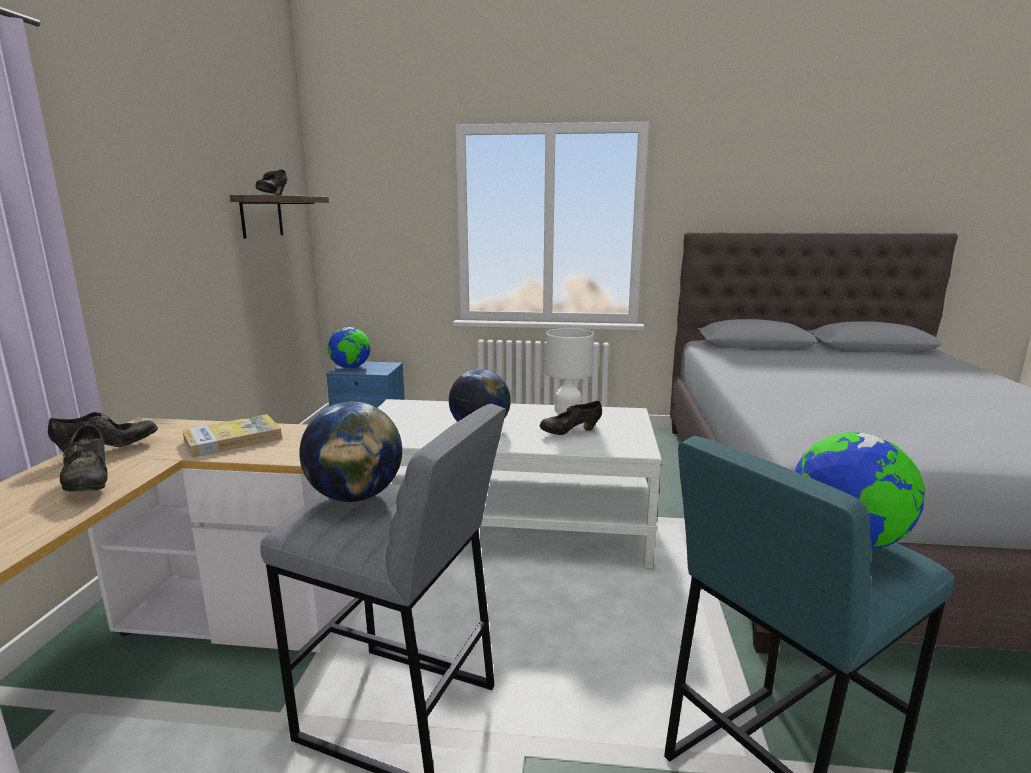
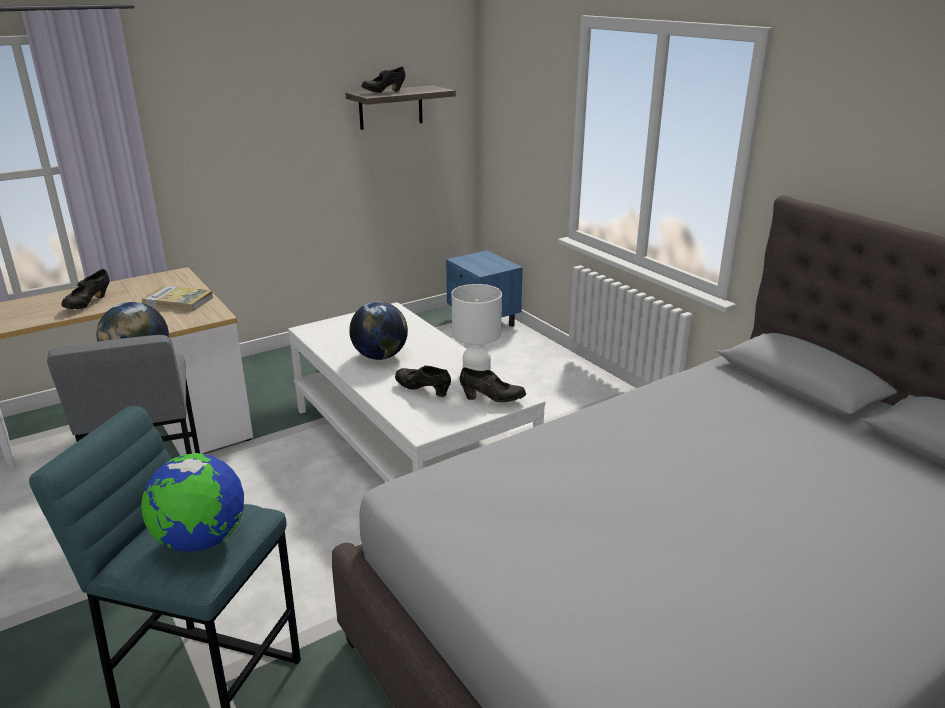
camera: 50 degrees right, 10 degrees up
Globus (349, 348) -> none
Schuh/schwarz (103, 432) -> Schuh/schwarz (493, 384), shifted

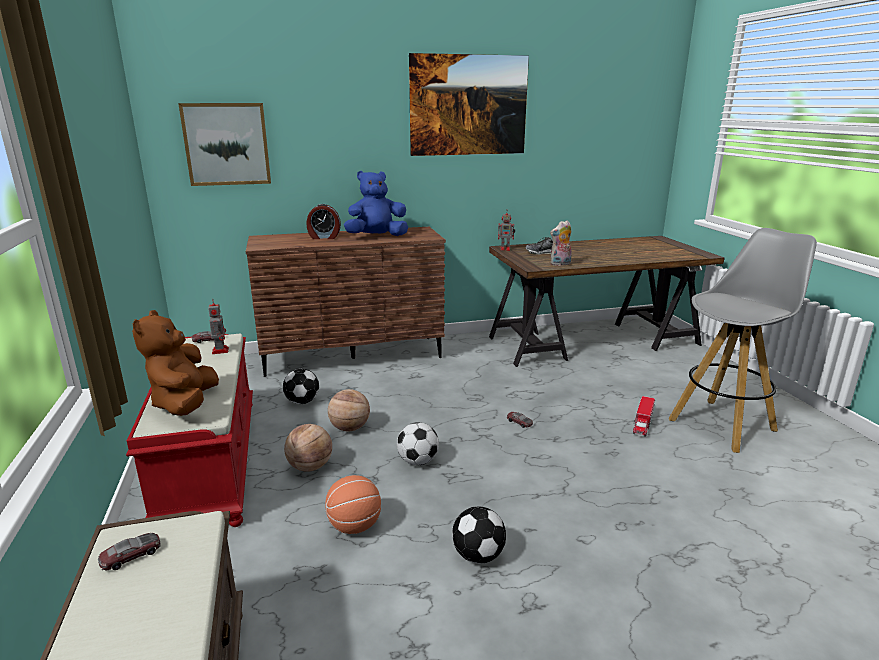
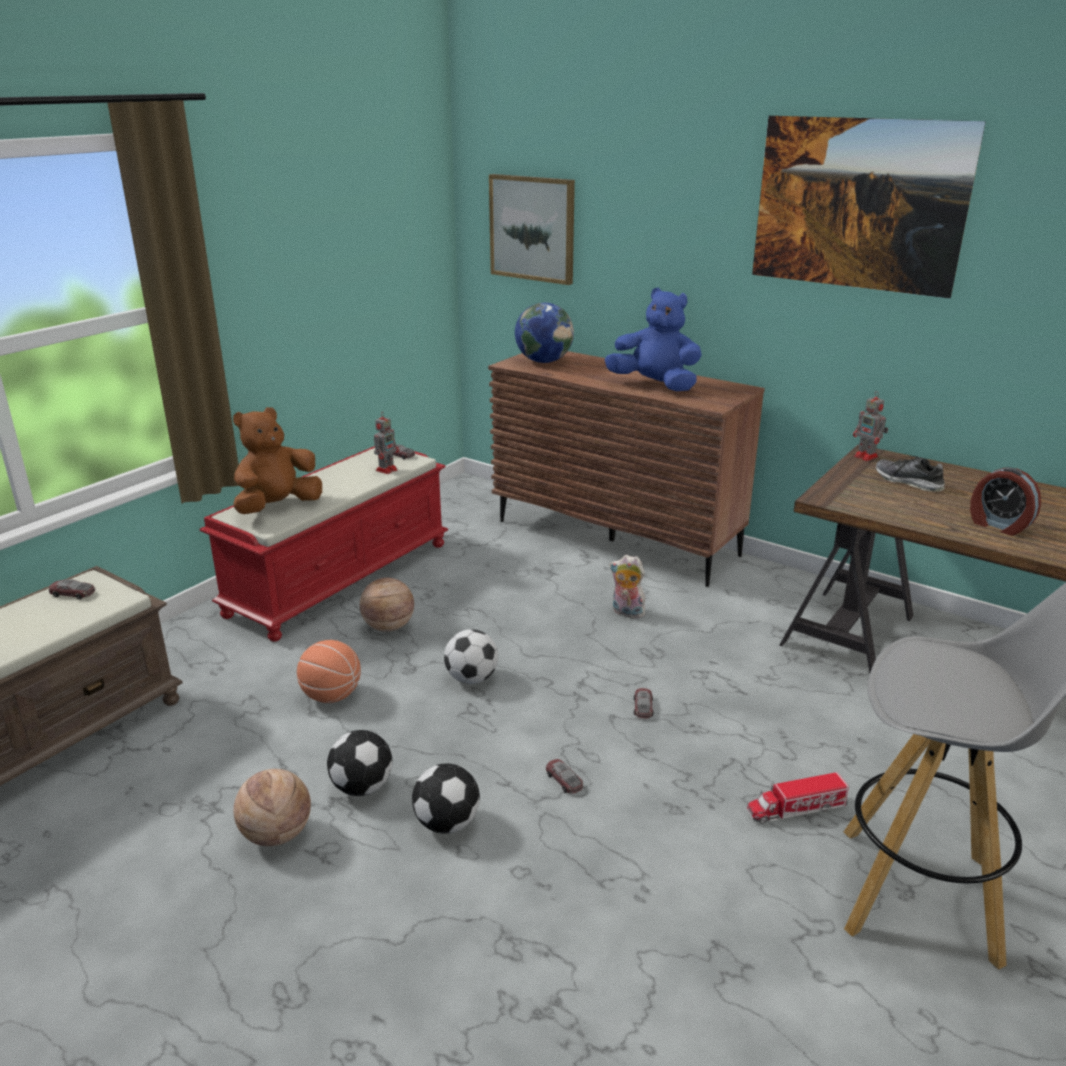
camera: 50 degrees right, 5 degrees up
Wecker (324, 221) -> Wecker (1005, 501), shifted
Plüschtier (561, 243) -> Plüschtier (627, 586), shifted
Fußball (301, 386) -> Fußball (446, 798), shifted
Basketball (349, 410) -> Basketball (272, 807), shifted
none -> Globus (544, 332)
none -> Spielzeugauto (565, 776)

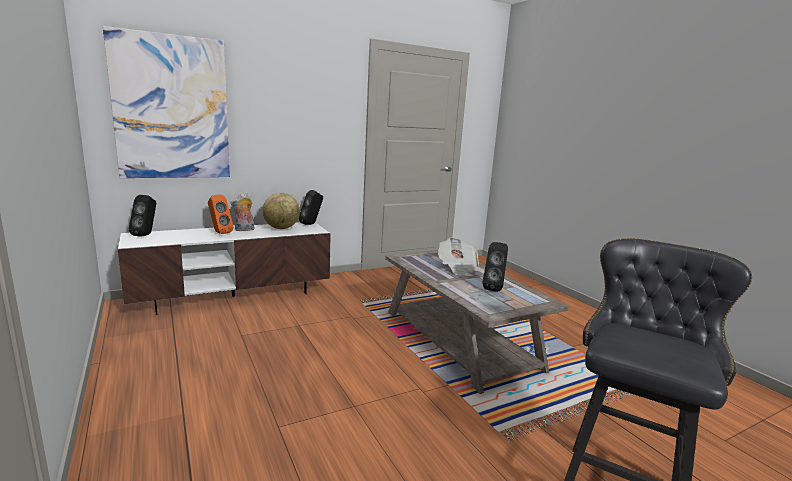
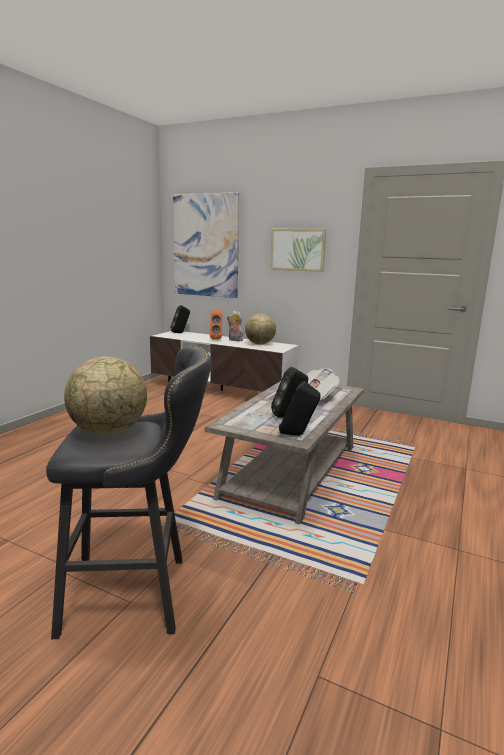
camera: 55 degrees right, 0 degrees up
Lautsprecher/schwarz (311, 207) -> Lautsprecher/schwarz (299, 408), shifted
none -> Bild (298, 250)
none -> Globus (105, 395)

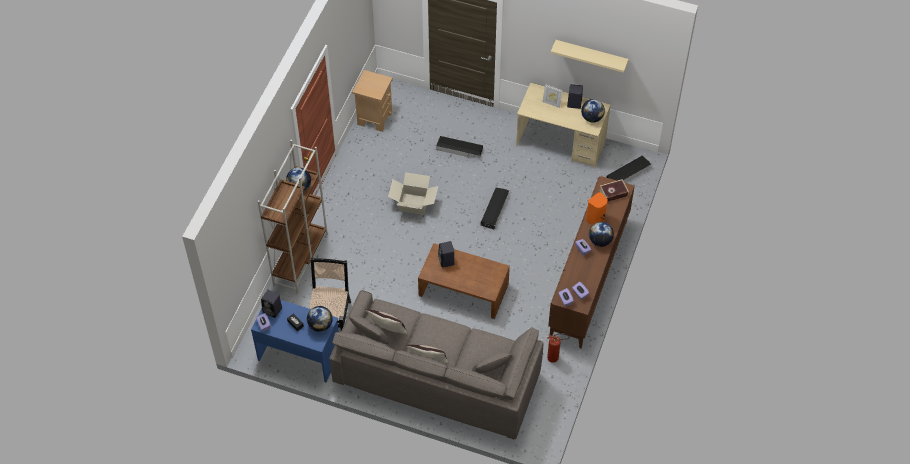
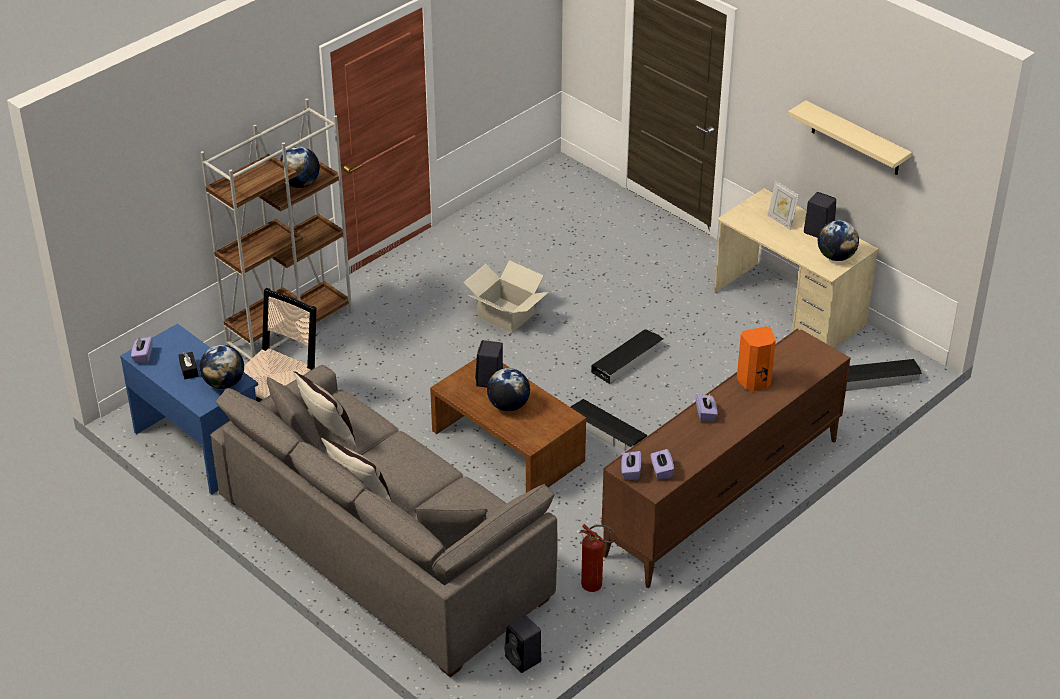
camera: 25 degrees right, 15 degrees down
Nachttisch/beige (372, 101) -> none
Aufbewahrungsbox/schwarz (459, 147) -> Aufbewahrungsbox/schwarz (609, 425), shifted
Buch (614, 190) -> none
Globus (601, 234) -> Globus (508, 389), shifted
Lautsprecher/schwarz (271, 304) -> Lautsprecher/schwarz (522, 644), shifted

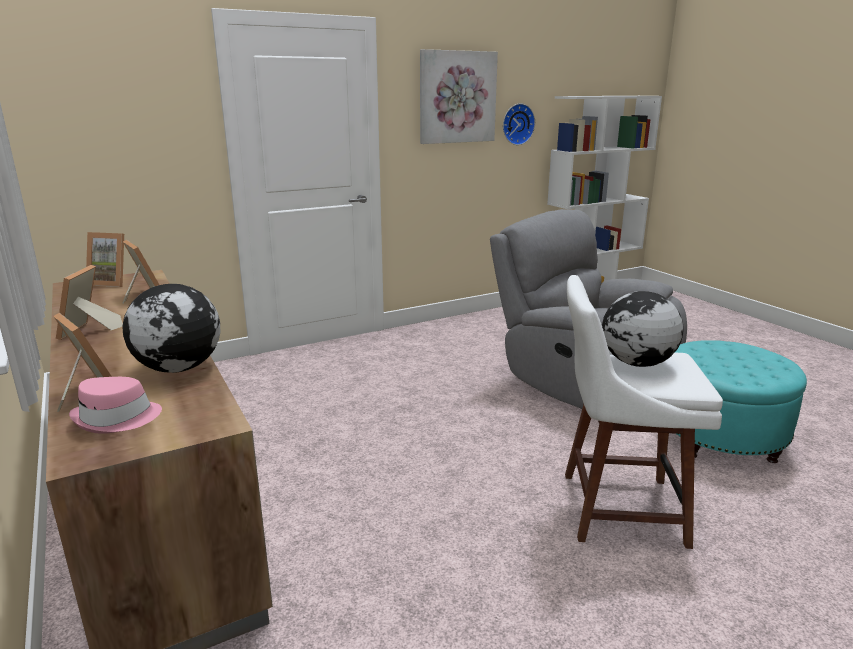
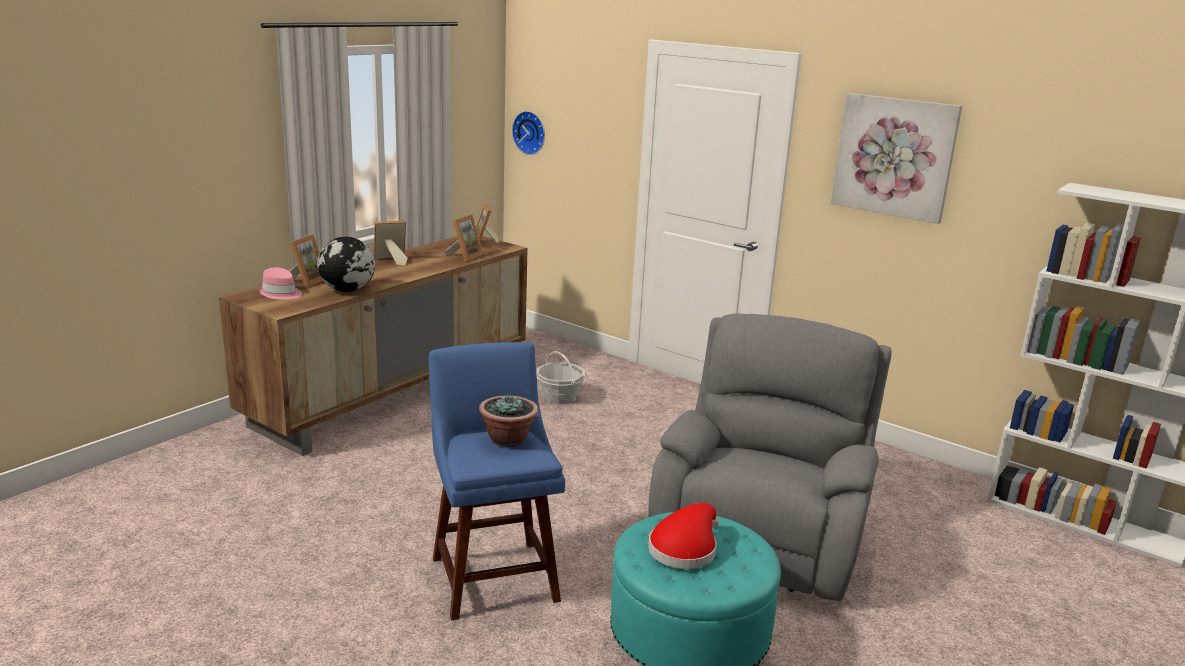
camera: 65 degrees right, 0 degrees up
Wanduhr (519, 124) -> Wanduhr (528, 133), shifted
Hocker/weiß (644, 412) -> Hocker/blau (497, 481)
Globus (643, 329) -> Topfpflanze (509, 420)
none -> Korb (560, 377)
none -> Hut/rot (683, 536)

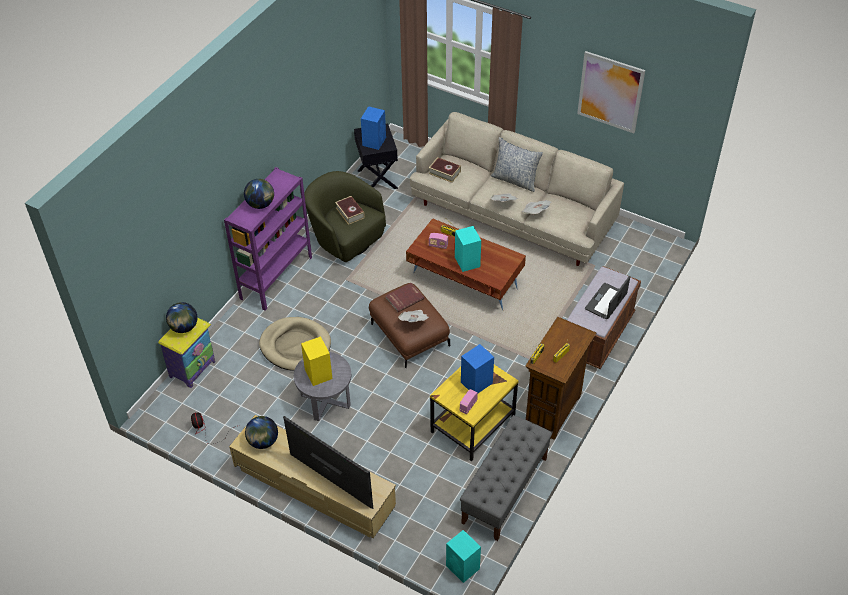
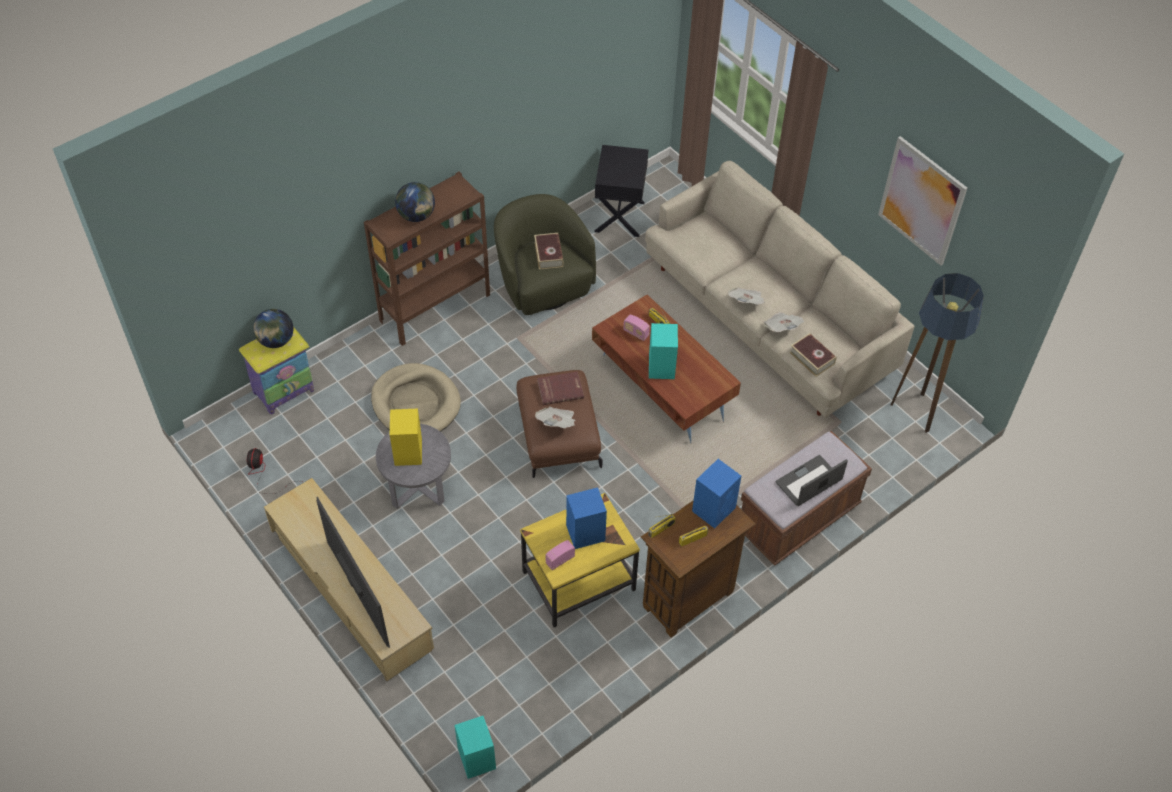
camera: 20 degrees right, 5 degrees up
Lautsprecher/blau (373, 128) -> Lautsprecher/blau (716, 494), shifted
Kissen (517, 164) -> none
Buch (445, 170) -> Buch (812, 355), shifted
Bücherregal/lila (268, 239) -> Bücherregal/braun (427, 259)
Bank/grau (506, 478) -> none
Globus (261, 432) -> none
none -> Stehlampe (937, 353)

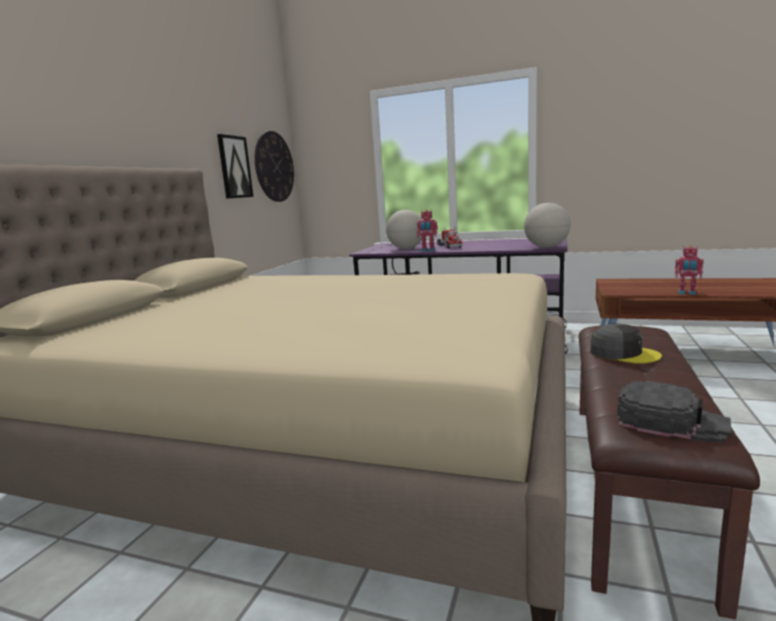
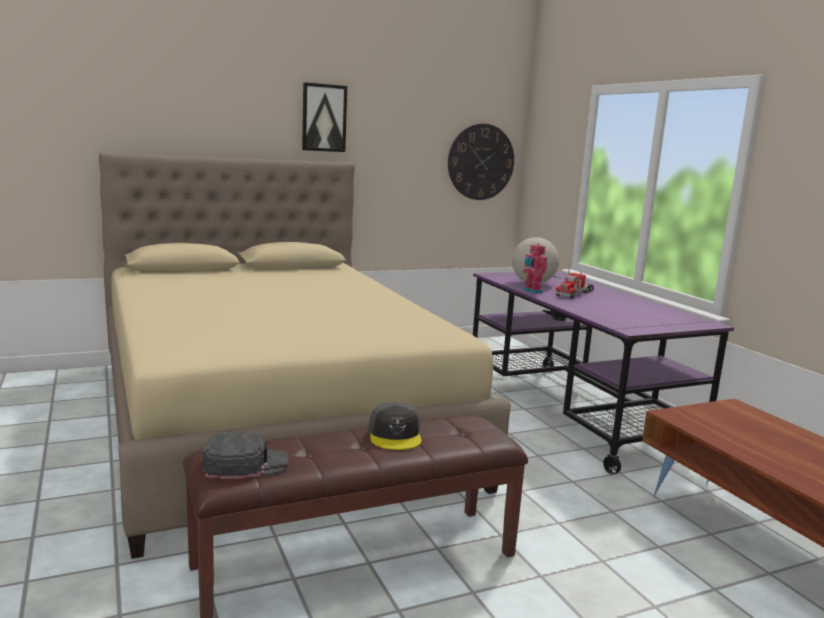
camera: 45 degrees right, 0 degrees up
Bild (235, 166) -> Bild (324, 117), shifted
Globus (547, 225) -> none
Spielzeugroboter (689, 270) -> none
Kappe/schwarz (674, 412) -> Kappe/schwarz (245, 455), 90 degrees counterclockwise

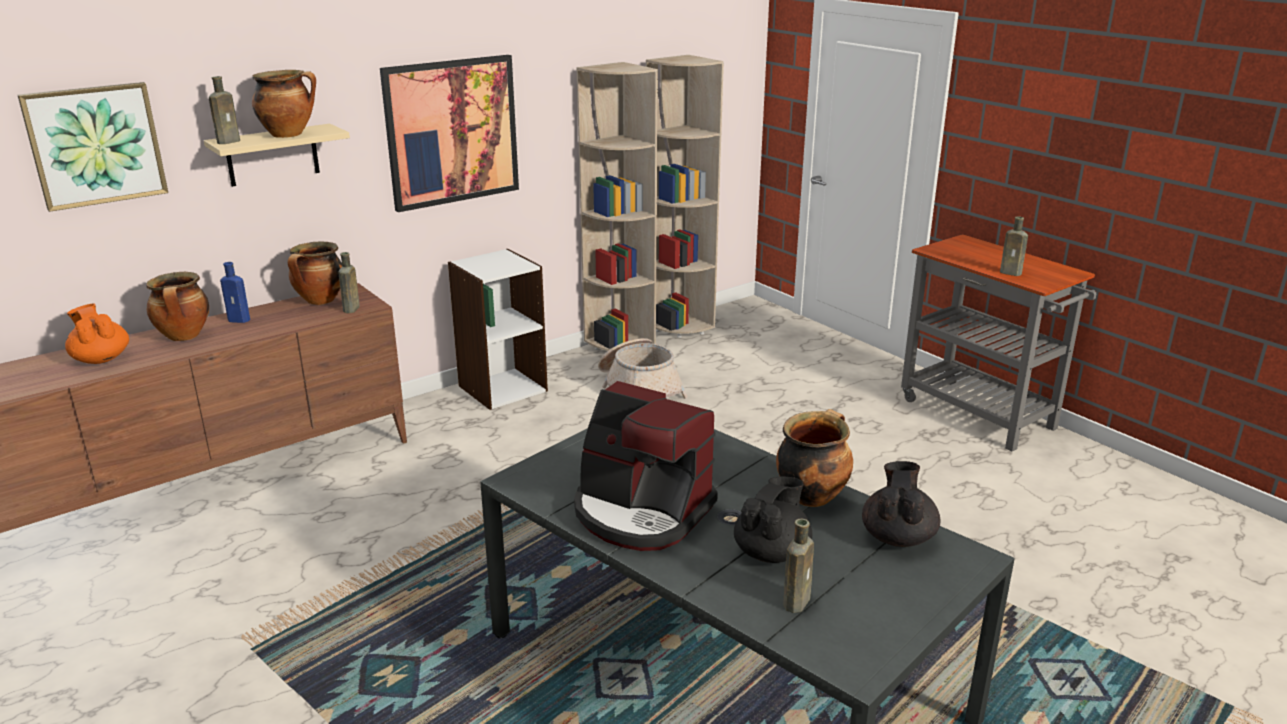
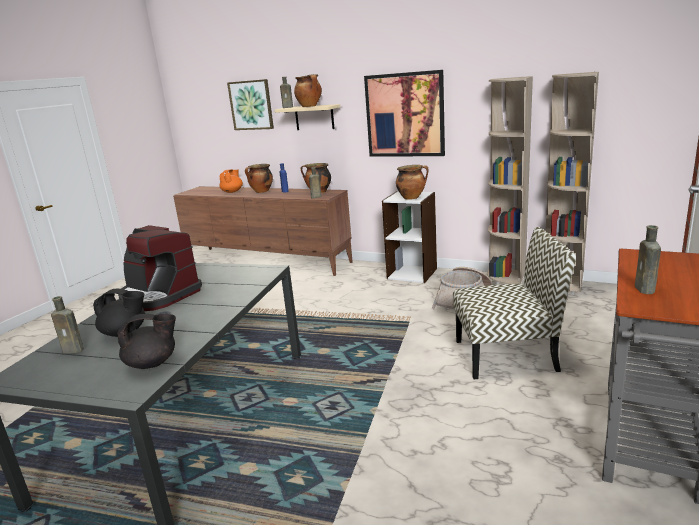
camera: 65 degrees right, 5 degrees down
Kaffeemaschine (646, 466) -> Kaffeemaschine (160, 268), 60 degrees counterclockwise
Kochtopf (814, 458) -> Kochtopf (412, 182), shifted
none -> Stuhl (514, 303)

